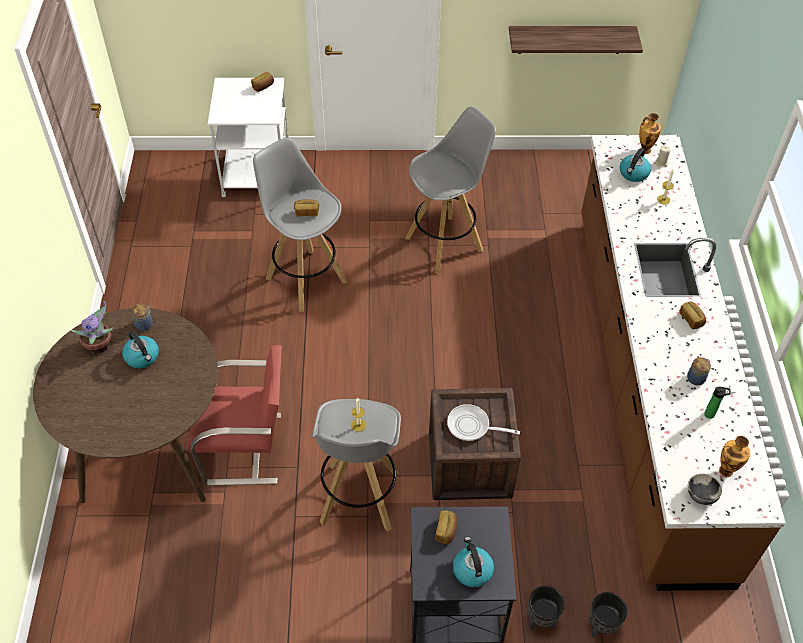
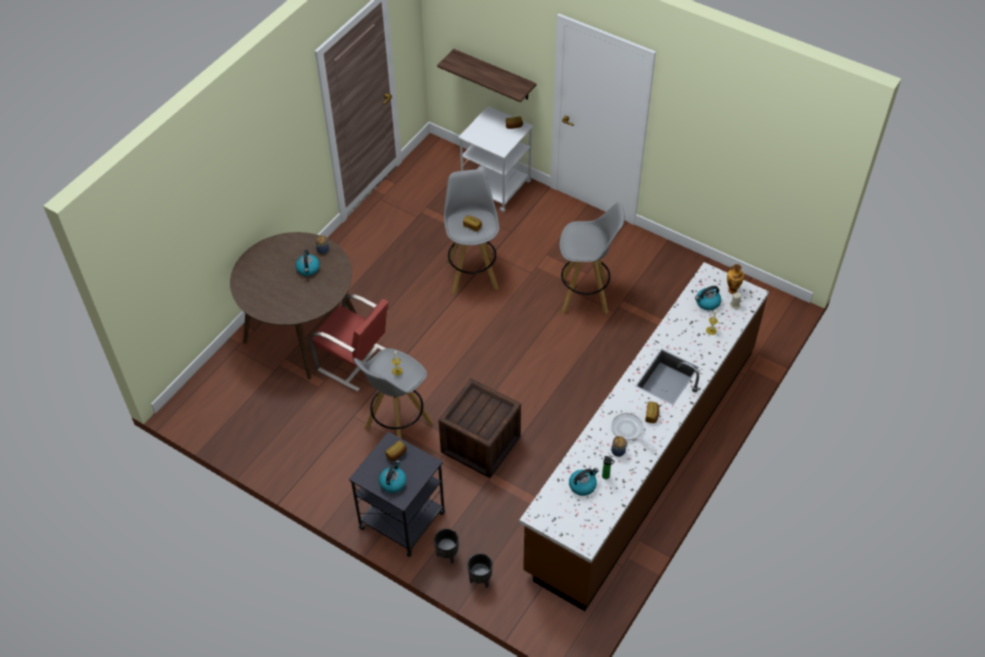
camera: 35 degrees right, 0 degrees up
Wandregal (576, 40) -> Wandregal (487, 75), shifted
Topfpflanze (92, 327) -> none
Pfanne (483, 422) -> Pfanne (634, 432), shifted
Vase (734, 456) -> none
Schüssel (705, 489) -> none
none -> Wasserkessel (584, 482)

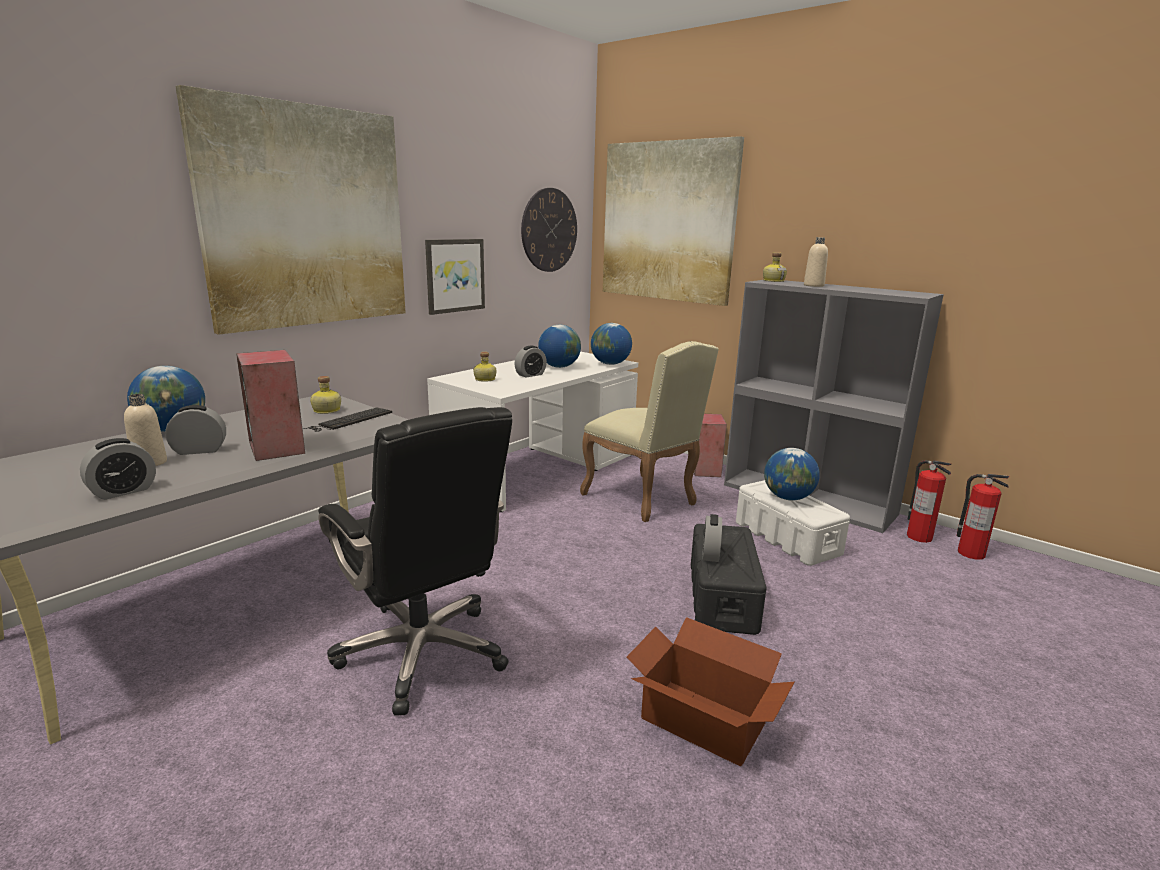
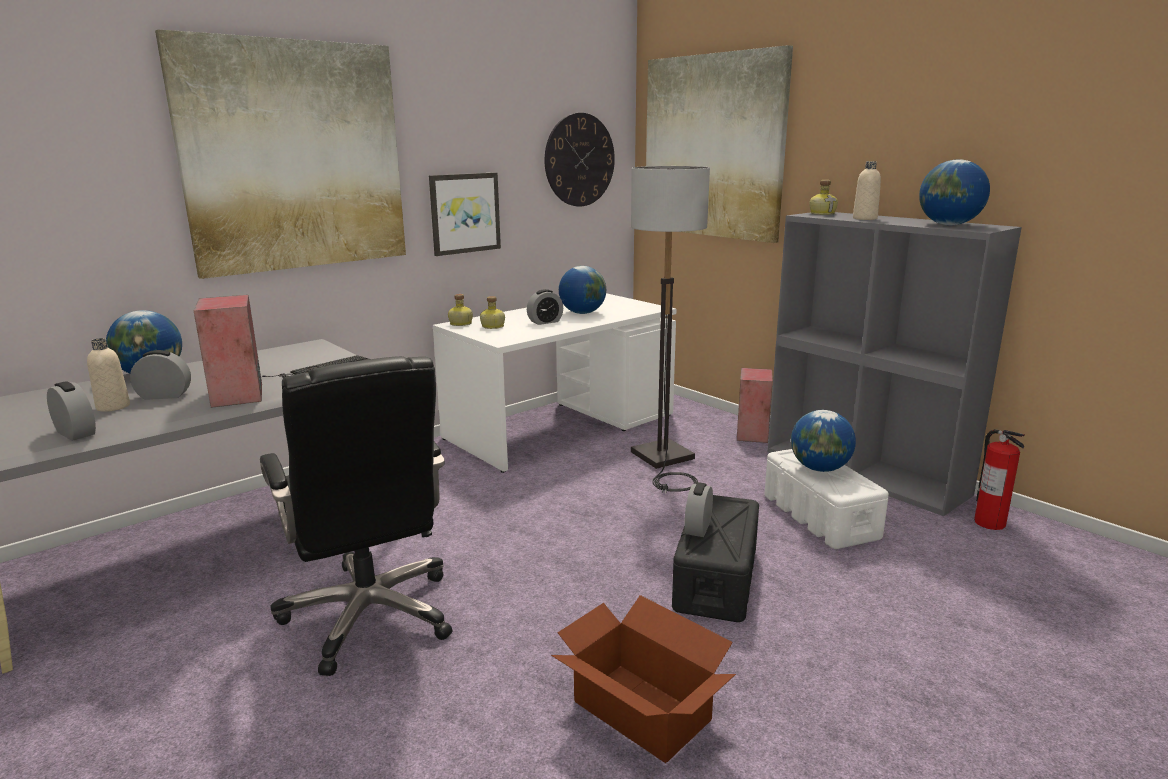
camera: 10 degrees right, 0 degrees up
Globus (611, 344) -> Globus (954, 192), shifted
Stuhl/beige (649, 431) -> Stehlampe (670, 330)
Flasche (325, 395) -> Flasche (460, 310), shifted
Wecker (118, 469) -> Wecker (71, 411), 105 degrees counterclockwise
Feuerlöscher (983, 517) -> none

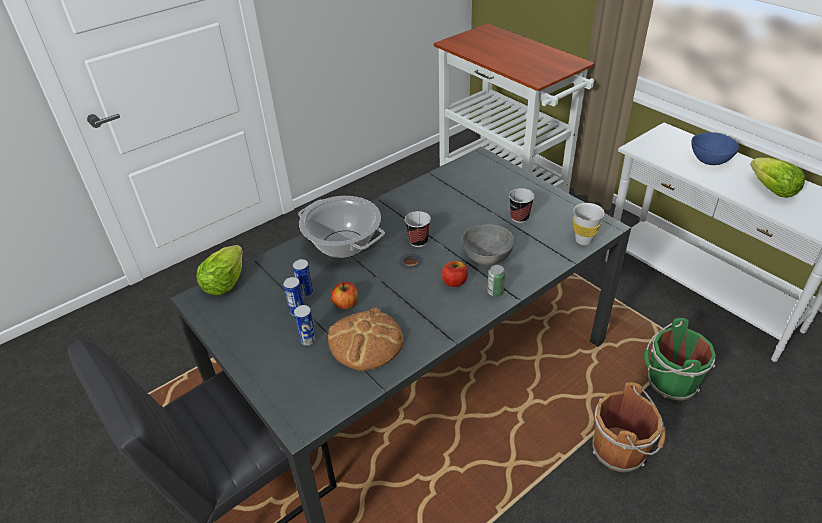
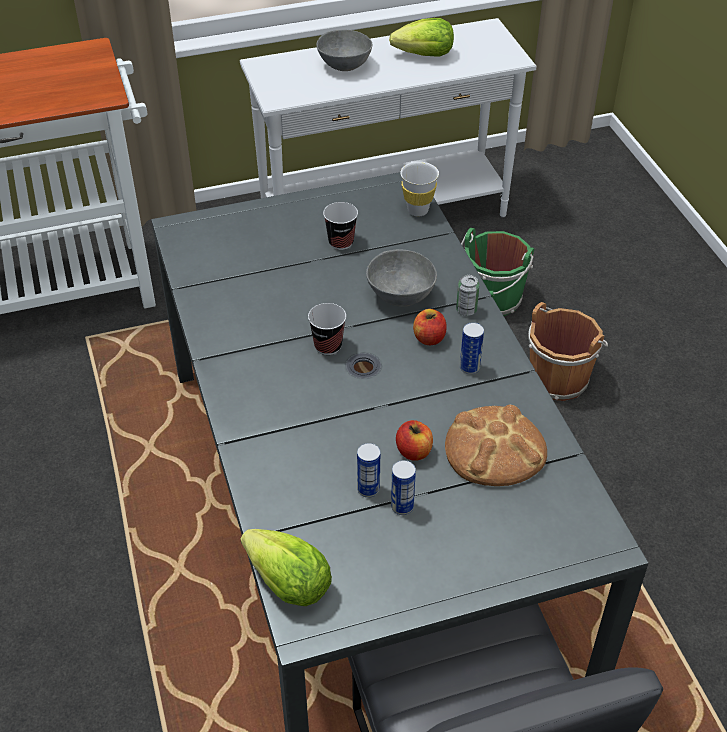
camera: 70 degrees left, 5 degrees up
Schüssel/blau (715, 148) -> Schüssel/grau (344, 50)
Kochtopf (341, 227) -> none
Dose (305, 325) -> Dose (472, 348), shifted

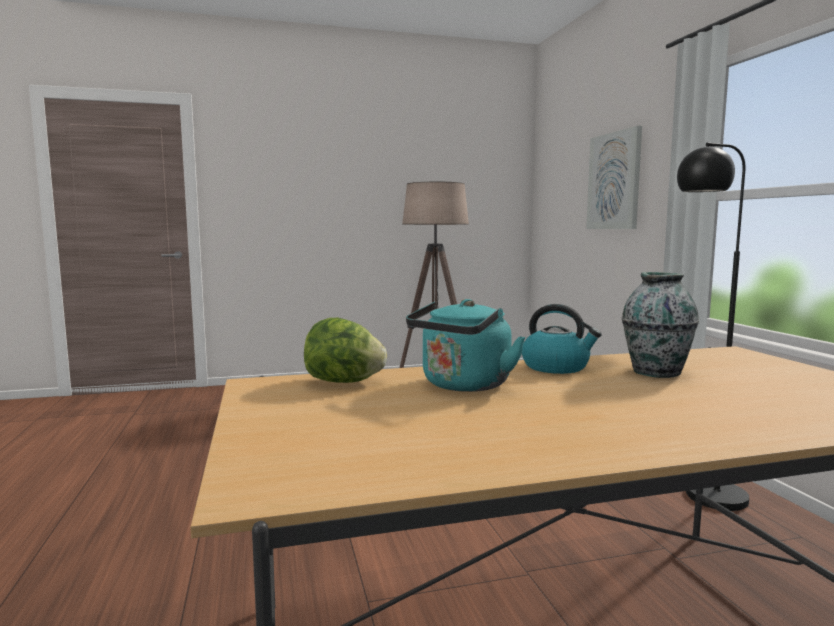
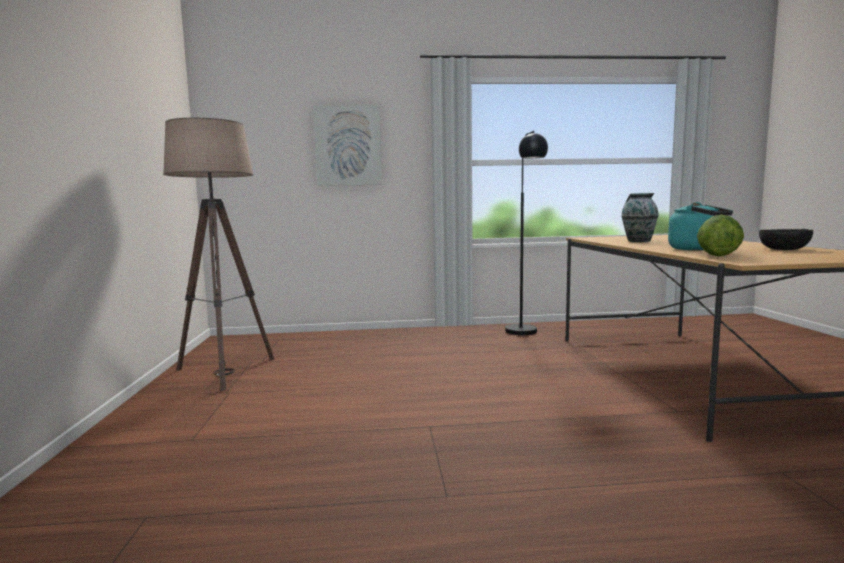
camera: 80 degrees left, 0 degrees up
Wasserkessel (562, 339) -> none
none -> Schüssel/schwarz (786, 239)

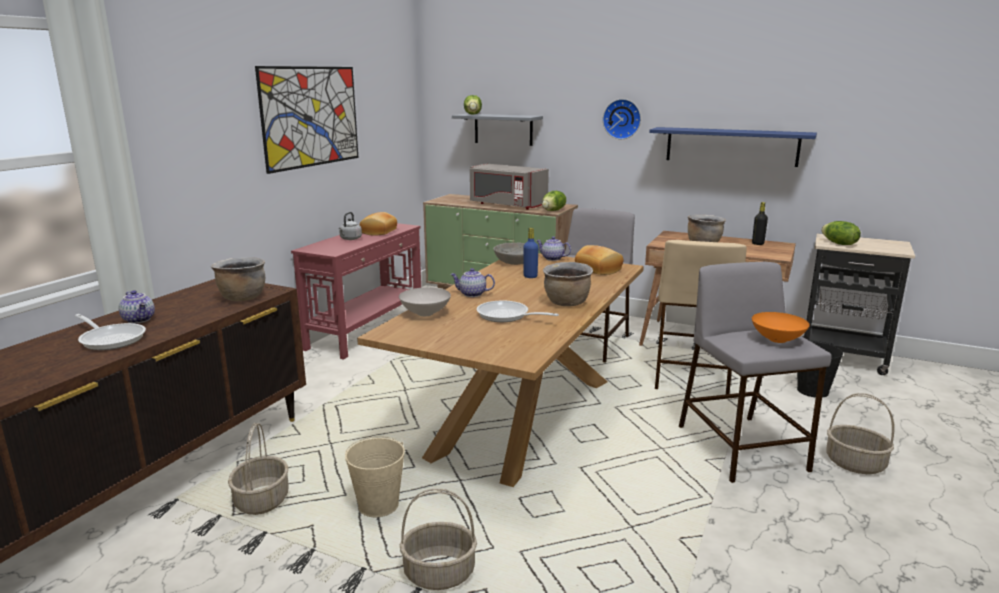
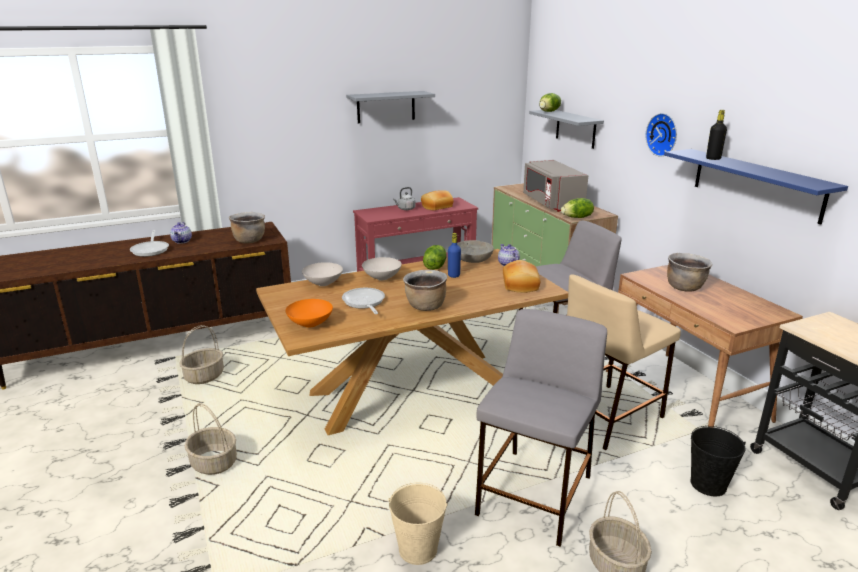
camera: 40 degrees right, 5 degrees up
Bild (307, 120) -> Wandregal/grau (390, 107)
Flasche/schwarz (760, 223) -> Flasche/schwarz (716, 135), shifted
Salatkopf (841, 233) -> Salatkopf (435, 257), shifted
Teekanne (472, 282) -> Schüssel/weiß (382, 269)
Schüssel/orange (781, 327) -> Schüssel/orange (309, 313), shifted
Eimer/beige (375, 476) -> Eimer/beige (418, 524), shifted

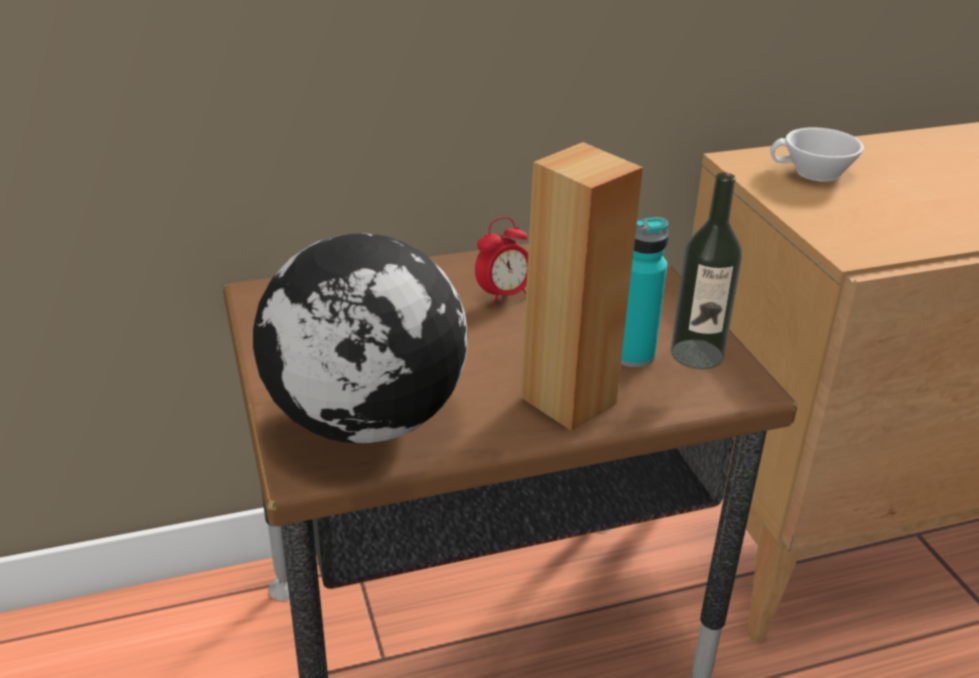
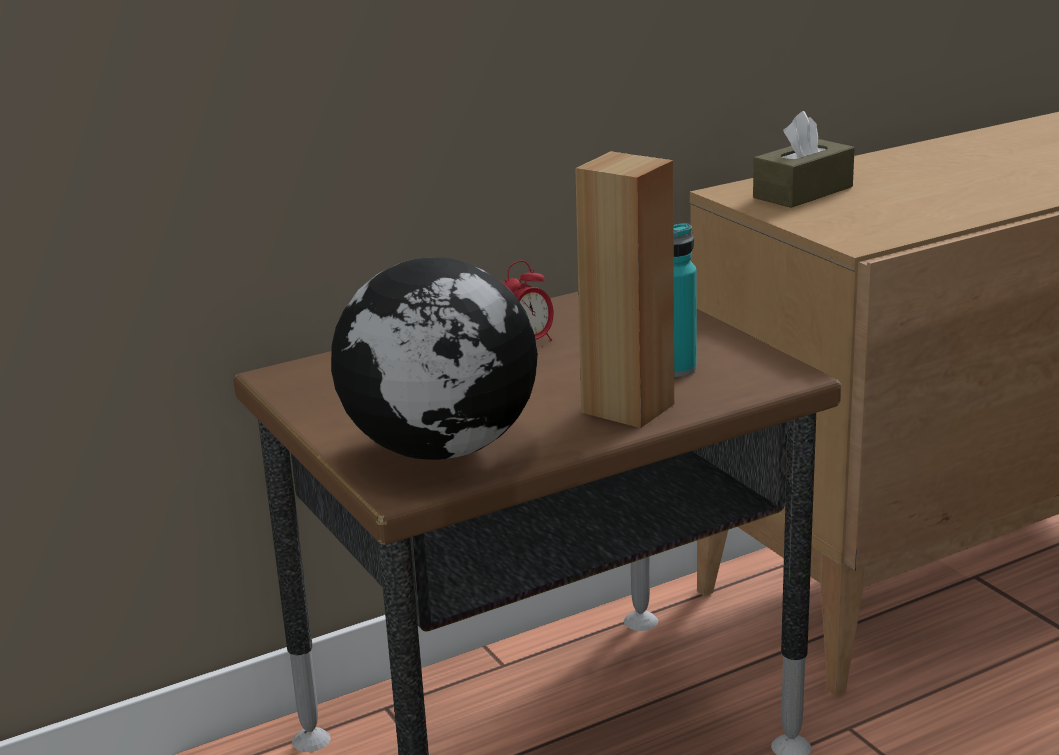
camera: 10 degrees left, 10 degrees down
Tasse/weiß (817, 155) -> Taschentuchbox/braun (804, 159)
Flasche (706, 270) -> none

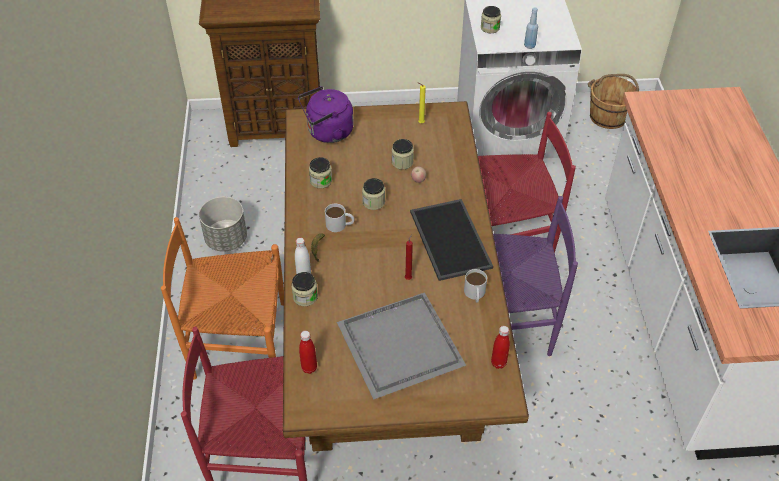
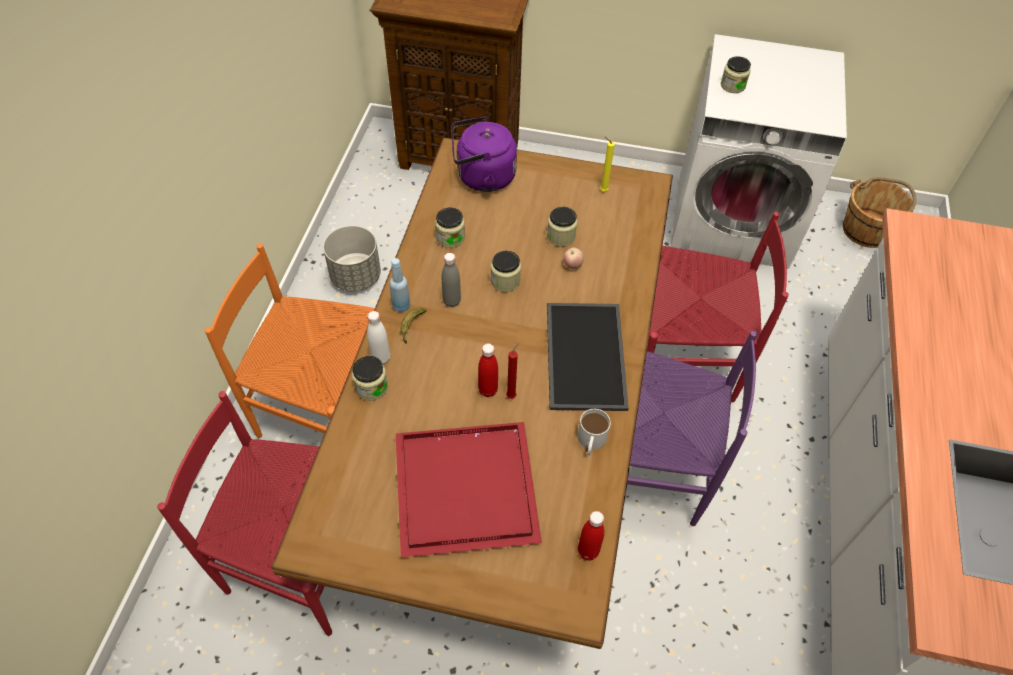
camera: 15 degrees right, 5 degrees up
Flasche/blau (531, 28) -> Flasche/blau (399, 285), shifted
Henkelbecher/weiß (339, 218) -> Flasche/grau (451, 280)
Tablett/grau (401, 346) -> Tablett/rot (469, 490)
Flasche/rot (308, 352) -> Flasche/rot (488, 370), shifted

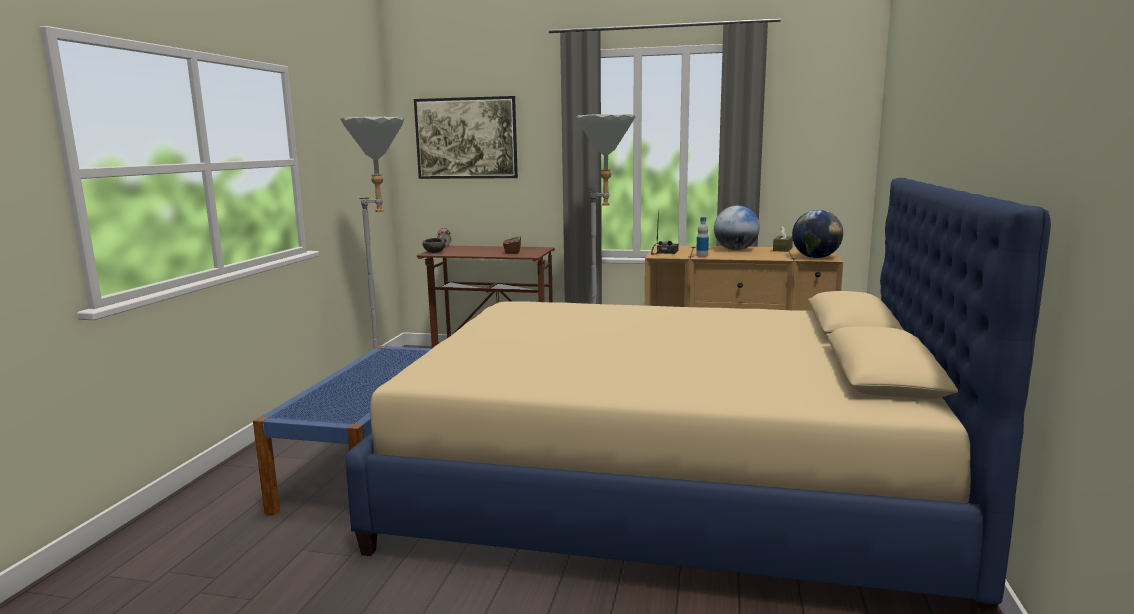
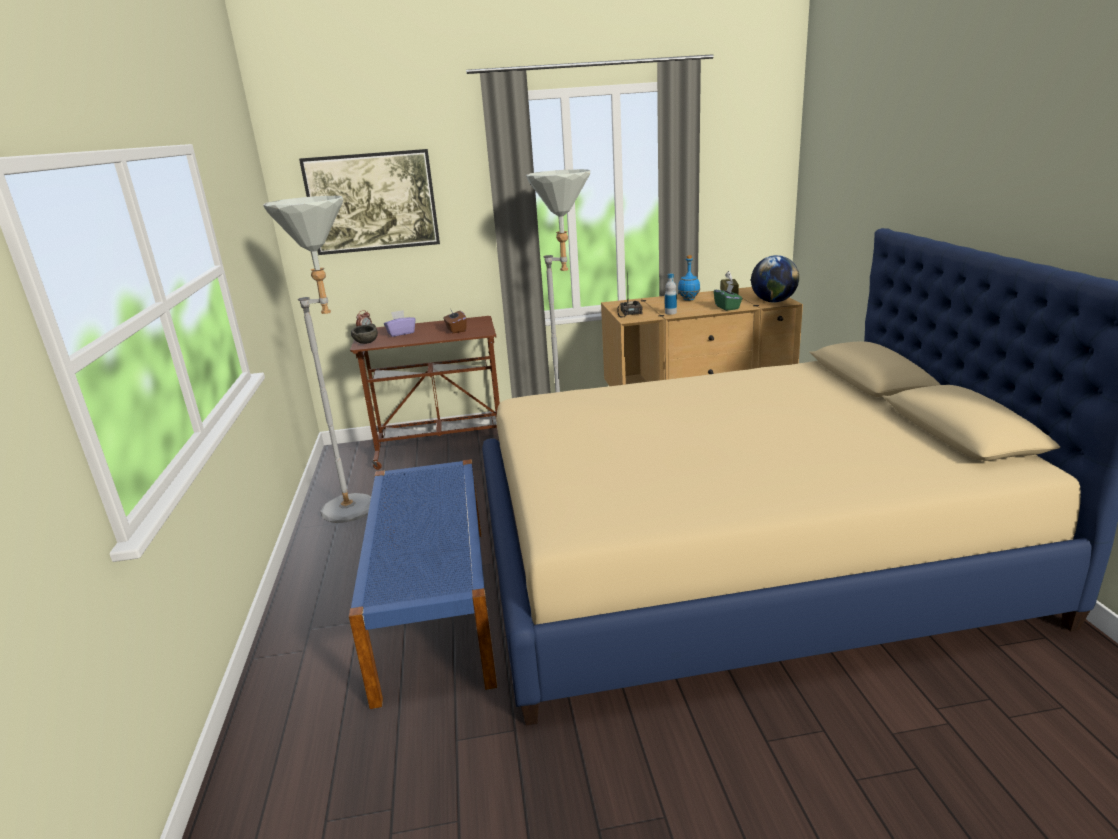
camera: 20 degrees left, 10 degrees up
Globus (737, 228) -> Flasche/blau (689, 278)
none -> Taschentuchbox/grün (728, 297)
none -> Taschentuchbox/lila (400, 323)

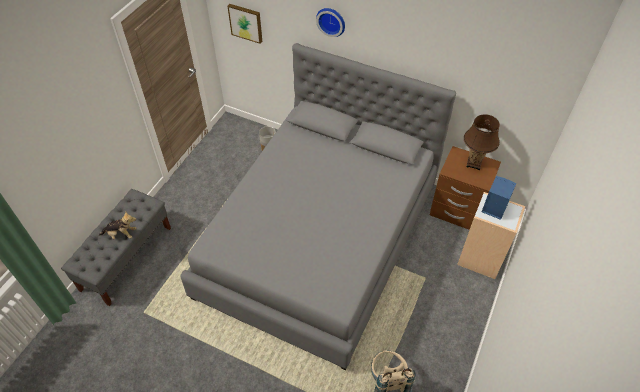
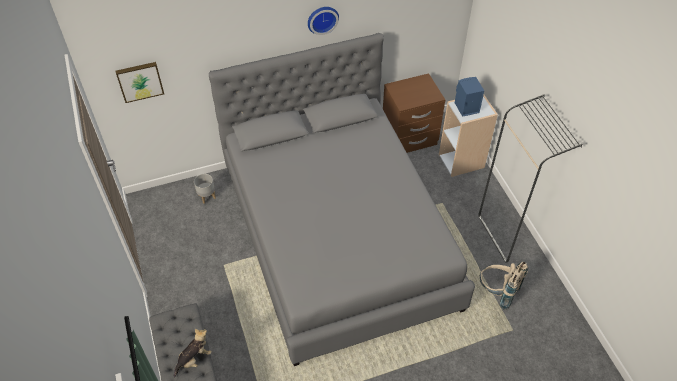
camera: 45 degrees left, 0 degrees up
Wanduhr (330, 22) -> Wanduhr (323, 21), shifted
Tischlampe/braun (482, 142) -> none
none -> Kleiderständer/grau (530, 178)

